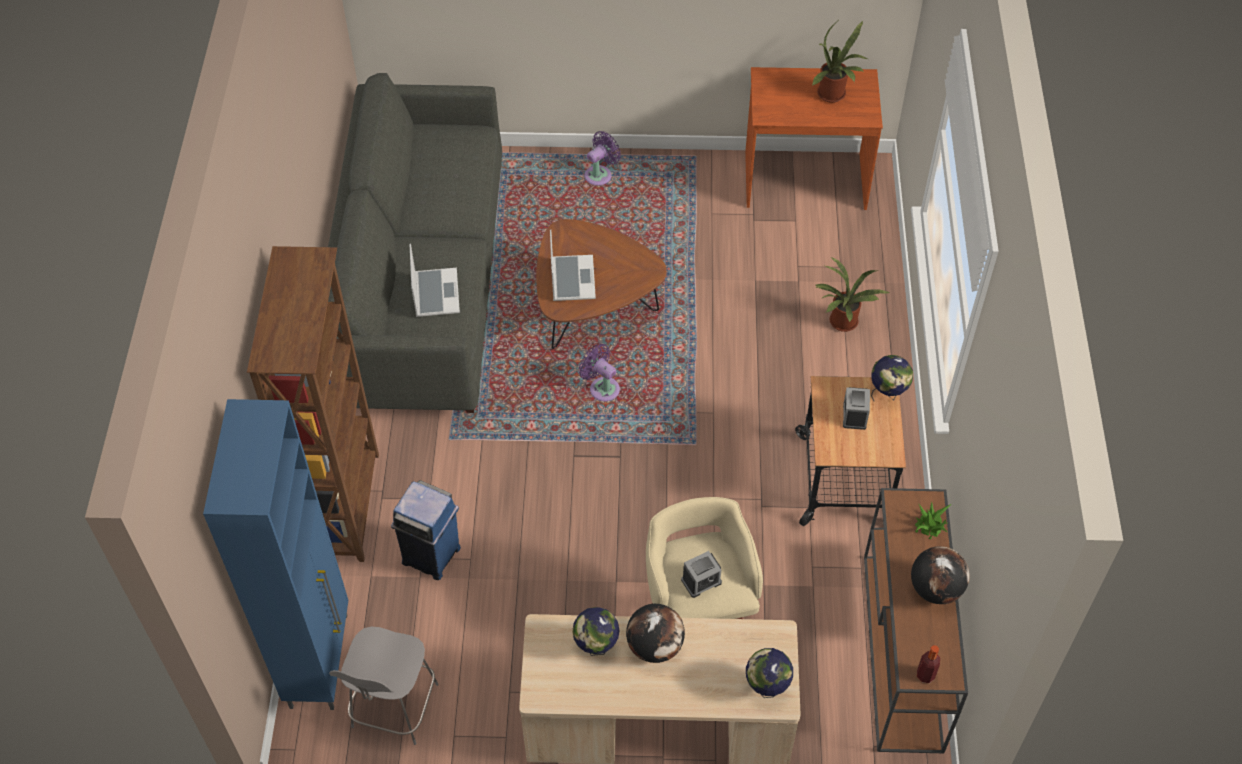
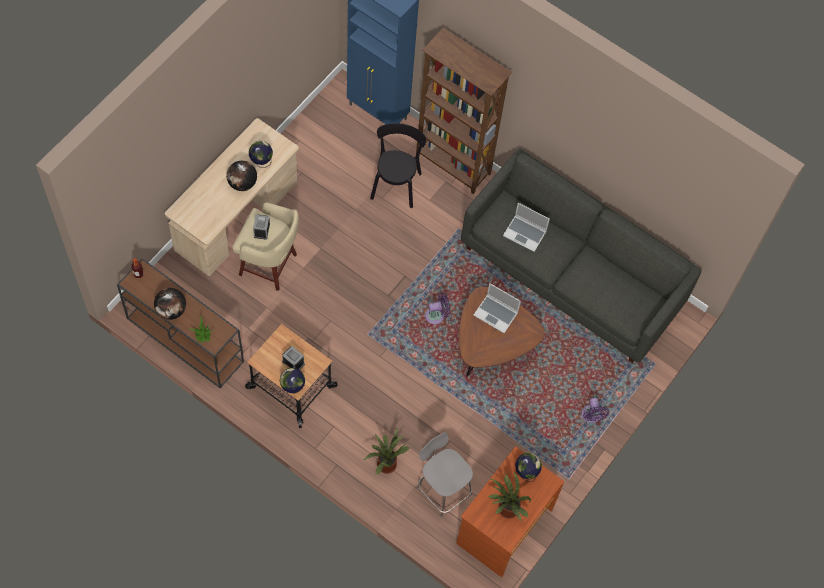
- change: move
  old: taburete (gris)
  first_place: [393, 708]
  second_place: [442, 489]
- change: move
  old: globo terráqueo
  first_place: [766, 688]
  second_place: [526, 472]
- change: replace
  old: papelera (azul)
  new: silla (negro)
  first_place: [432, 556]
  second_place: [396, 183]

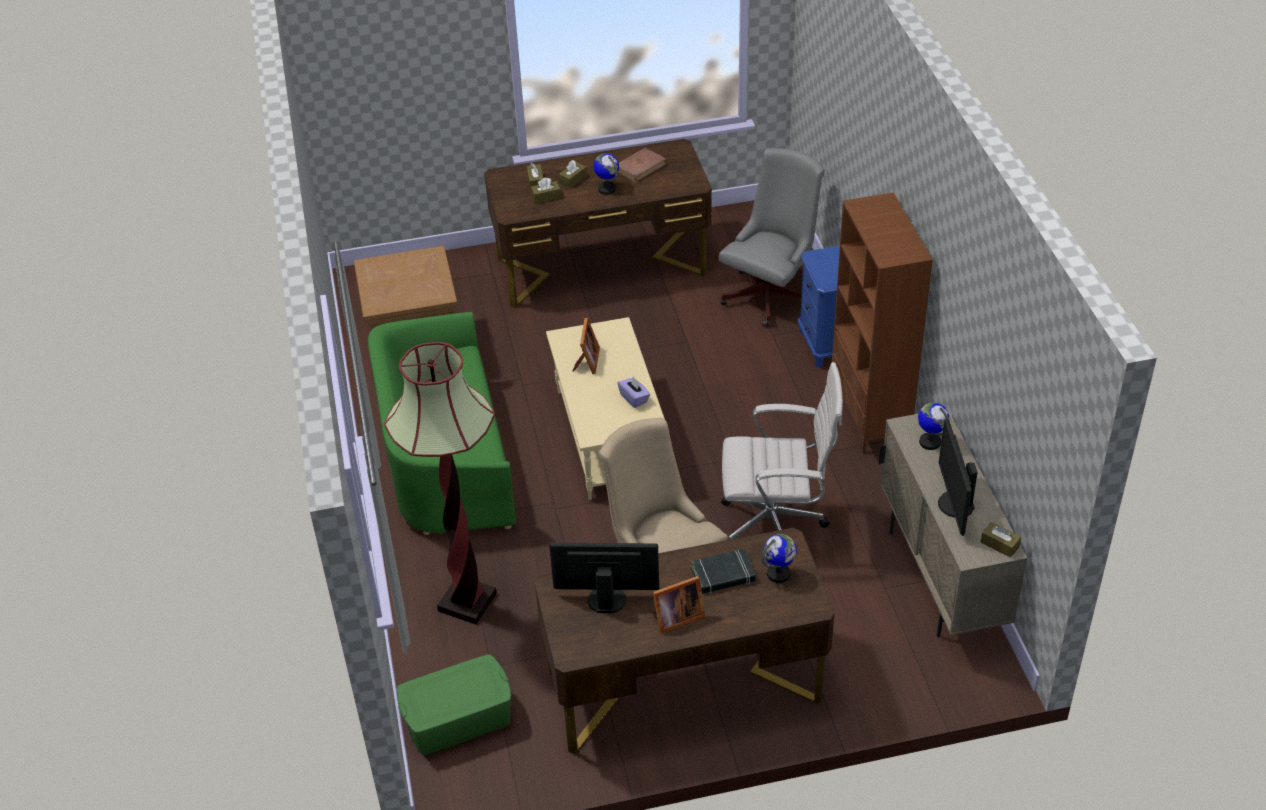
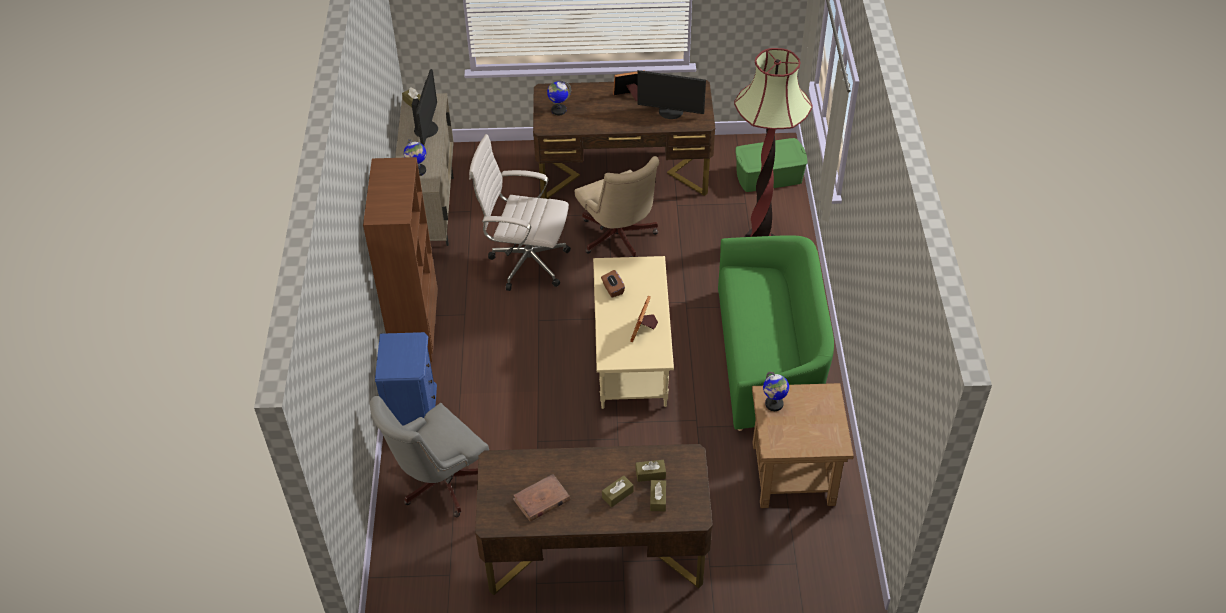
- change: delete
  old: libro (negro)
  first_place: [723, 575]
- change: move
  old: globo terráqueo
  first_place: [607, 189]
  second_place: [774, 404]
- change: recolor
  old: caja de pañuelos (morado)
  new: caja de pañuelos (marrón)
  first_place: [634, 398]
  second_place: [612, 289]

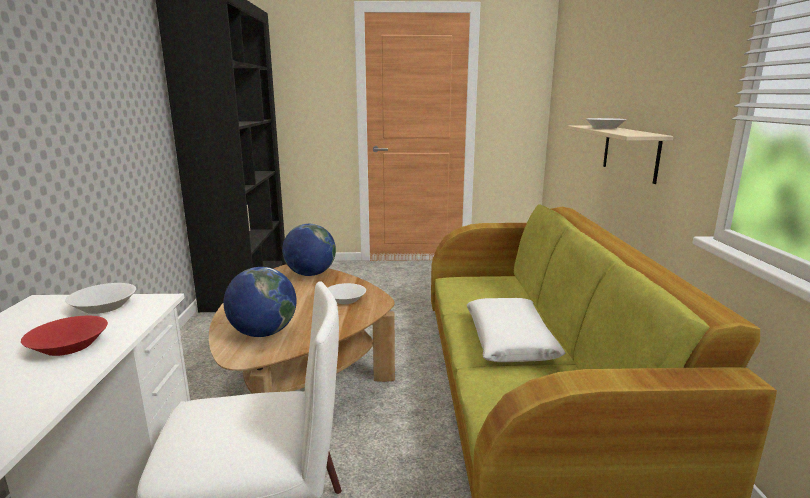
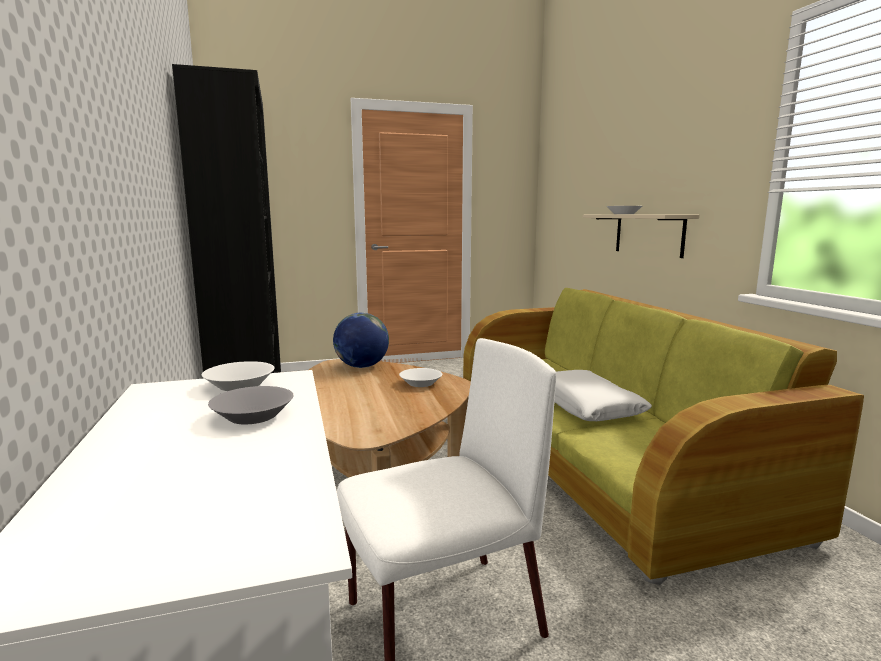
- change: delete
  old: globo terráqueo
  first_place: [263, 333]
- change: recolor
  old: cuenco (rojo)
  new: cuenco (gris)
  first_place: [68, 346]
  second_place: [252, 416]

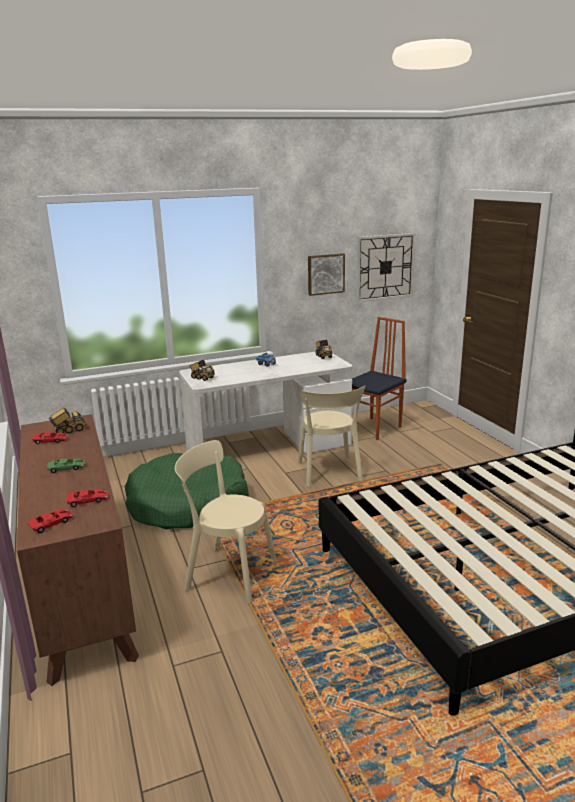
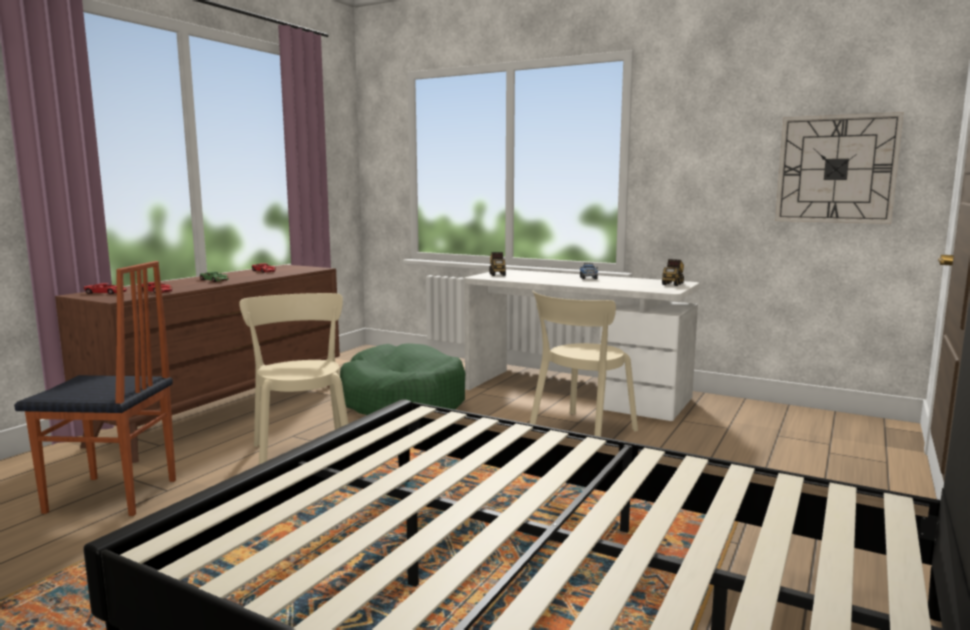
- change: delete
  old: camión de juguete
  first_place: [68, 431]
- change: delete
  old: cuadro
  first_place: [325, 274]
- change: move
  old: silla
  first_place: [375, 429]
  second_place: [112, 497]

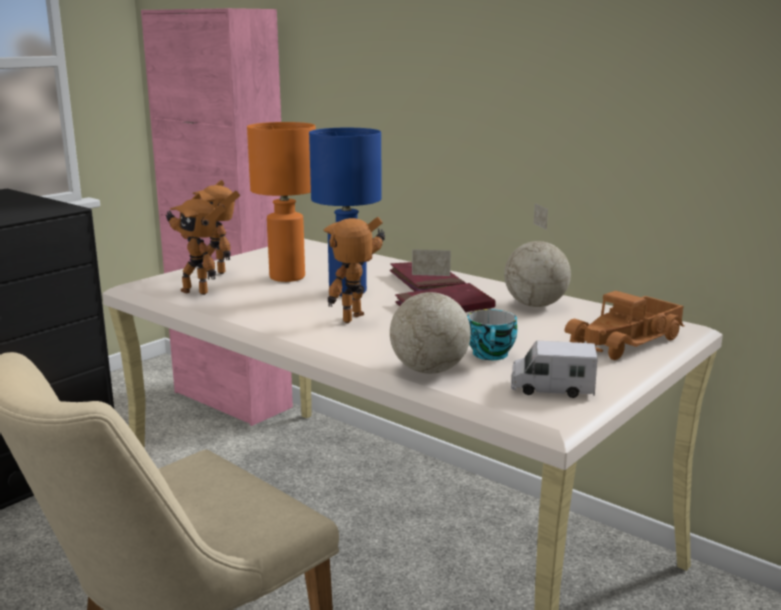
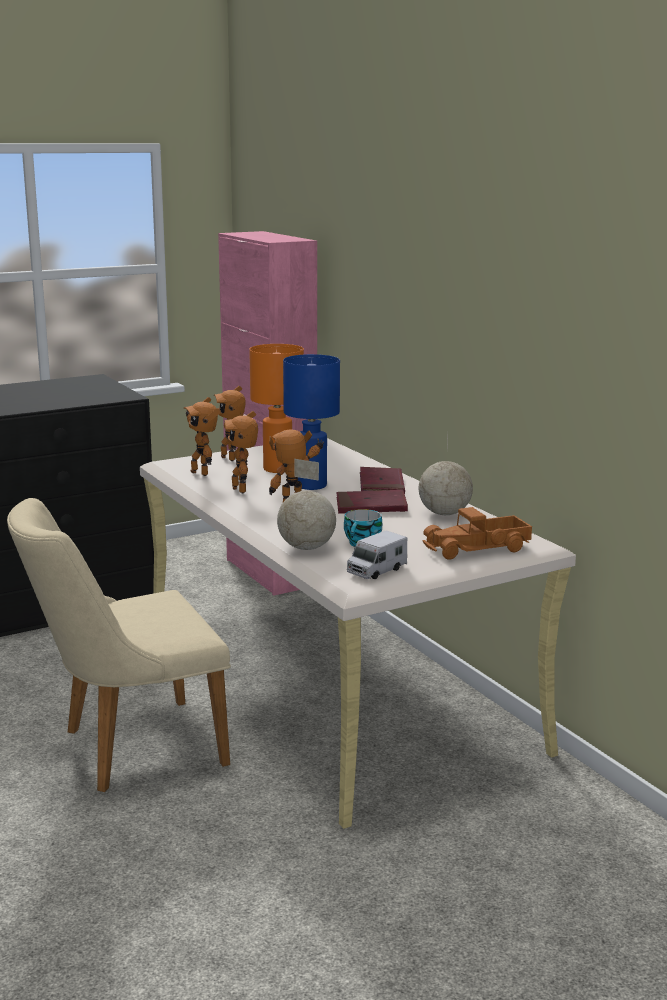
- change: insert
  new: robot de juguete
  second_place: [242, 489]
- change: rotate
  old: camión de juguete
  first_place: [552, 388]
  second_place: [376, 570]
  degrees: -75

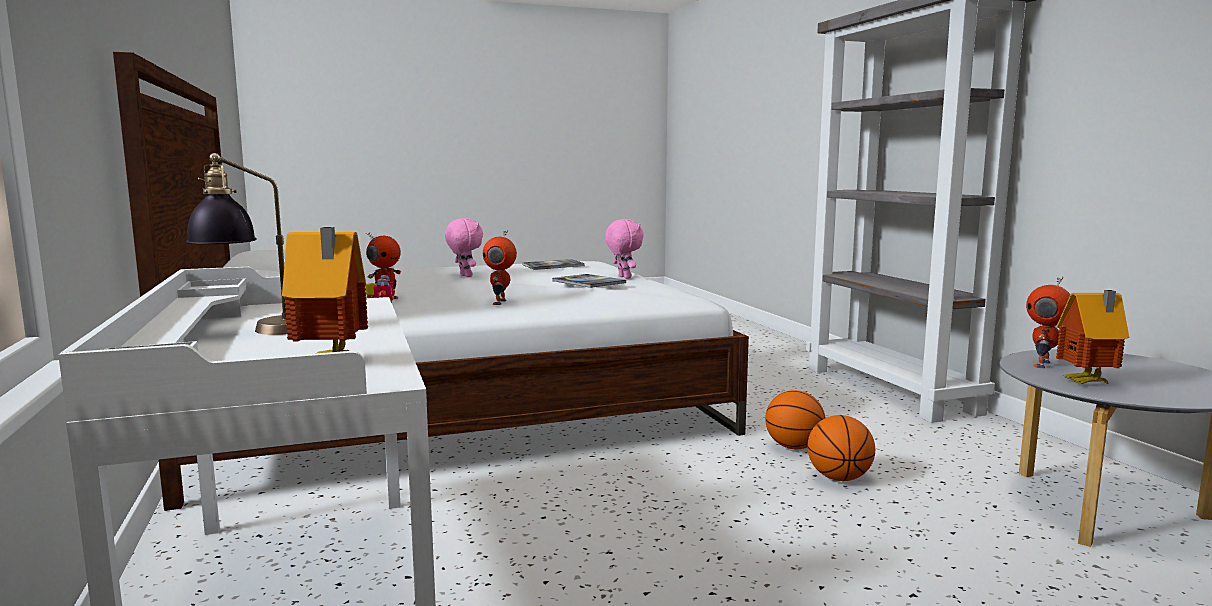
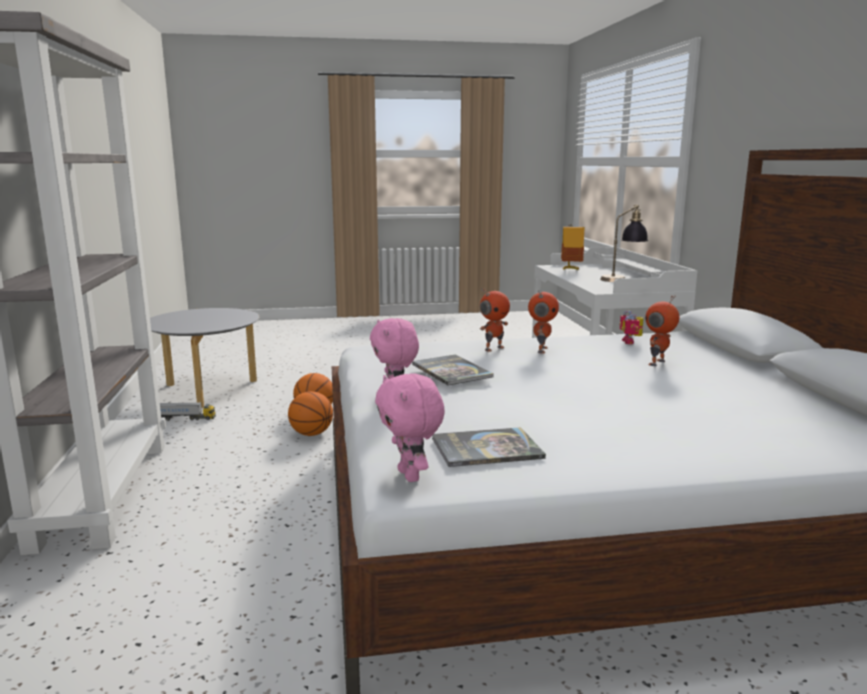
- change: delete
  old: casita
  first_place: [1088, 383]
- change: insert
  new: camión de juguete
  second_place: [184, 418]
- change: move
  old: peluche (rosa)
  first_place: [465, 276]
  second_place: [411, 475]
- change: move
  old: robot de juguete
  first_place: [1044, 365]
  second_place: [493, 348]

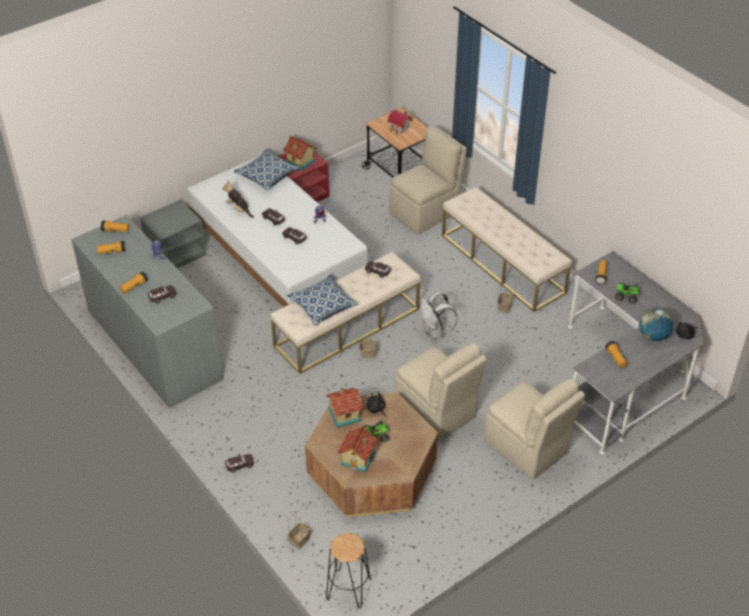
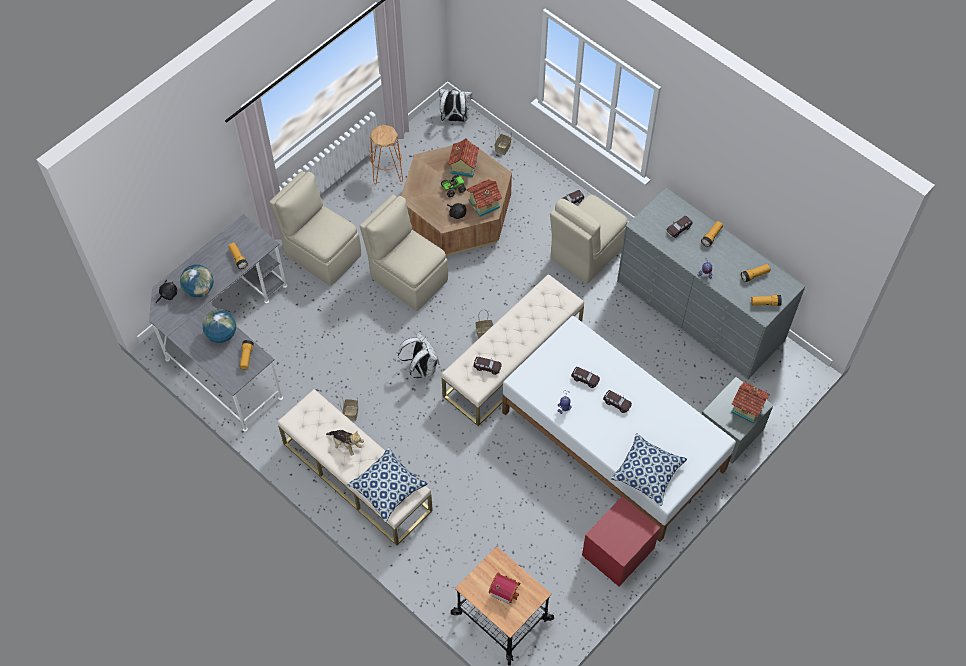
- change: insert
  new: taburete (naranja)
  second_place: [387, 171]
- change: move
  old: peluche
  first_place: [239, 209]
  second_place: [346, 444]
- change: move
  old: casita
  first_place: [300, 162]
  second_place: [747, 407]
- change: move
  old: cojín
  first_place: [323, 306]
  second_place: [387, 488]
- change: move
  old: silla (beis)
  first_place: [426, 212]
  second_place: [586, 253]
- change: replace
  old: taburete (negro)
  new: mochila (blanco)
  first_place: [349, 589]
  second_place: [455, 118]
- change: replace
  old: camión de juguete
  new: globo terráqueo
  first_place: [626, 296]
  second_place: [221, 334]

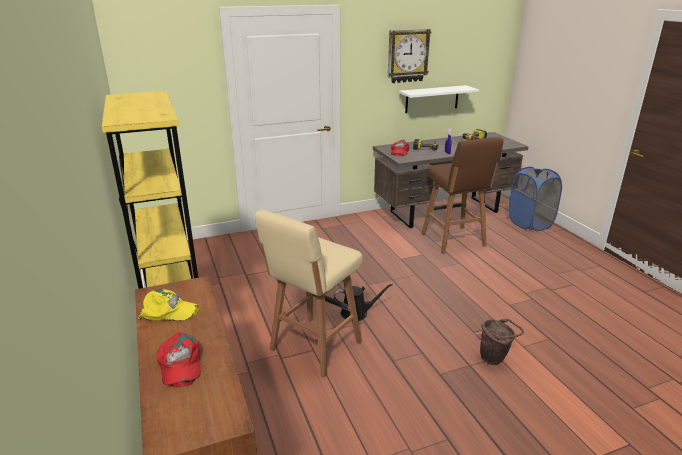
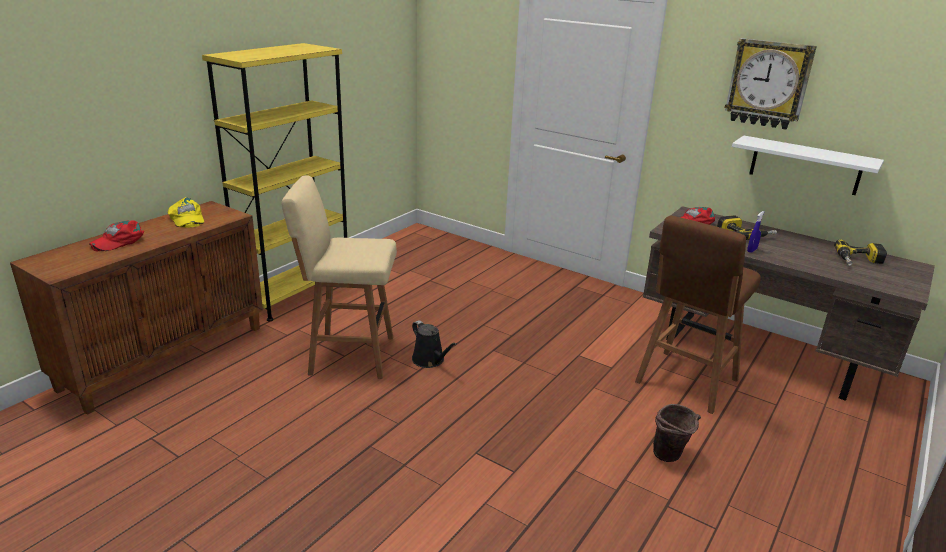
- change: delete
  old: cesto de la ropa (azul)
  first_place: [530, 223]
- change: move
  old: cubo (marrón)
  first_place: [495, 359]
  second_place: [670, 457]

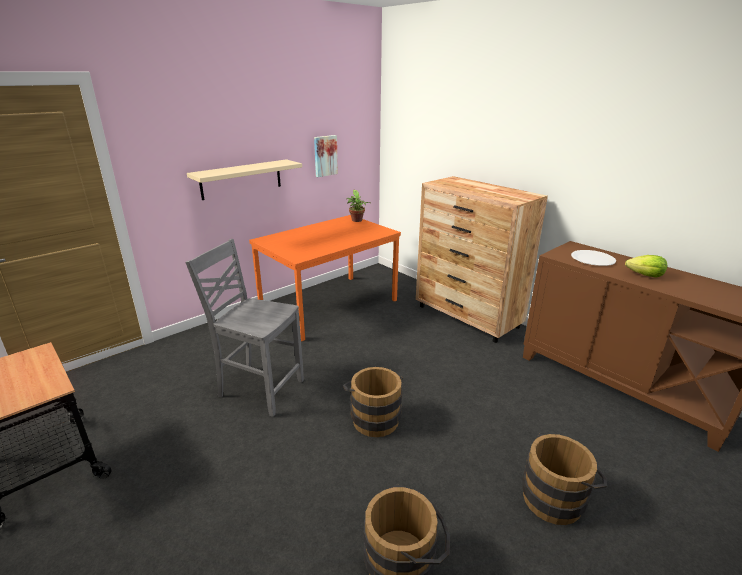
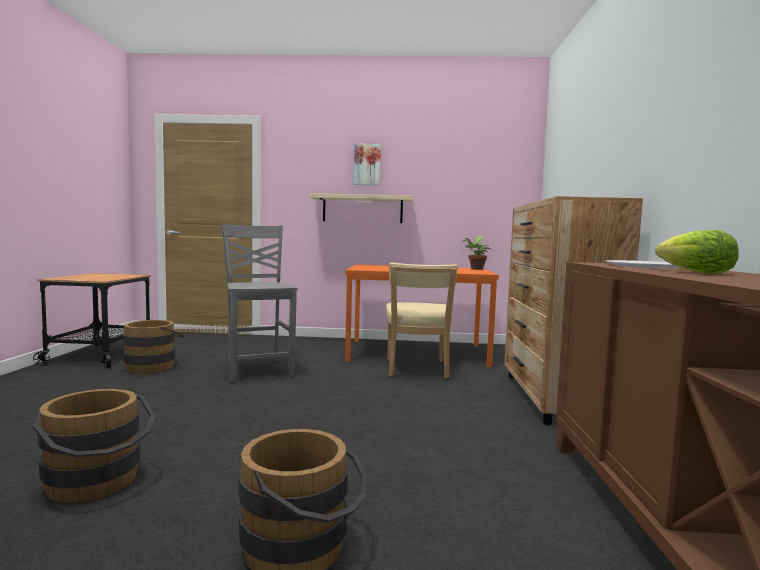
- change: insert
  new: silla (beis)
  second_place: [416, 370]
- change: move
  old: cuadro
  first_place: [325, 155]
  second_place: [367, 165]
- change: move
  old: cubo (marrón)
  first_place: [373, 417]
  second_place: [154, 366]

